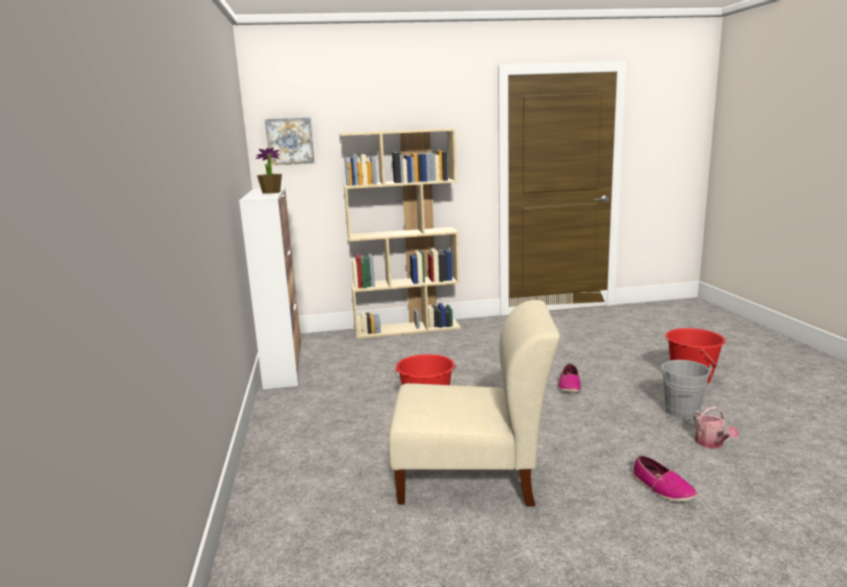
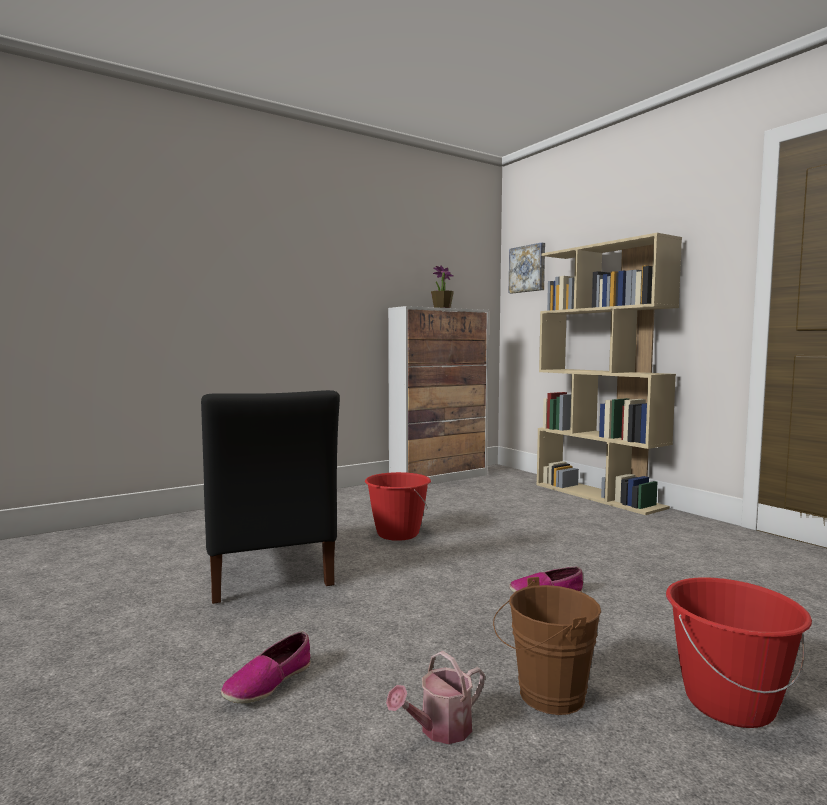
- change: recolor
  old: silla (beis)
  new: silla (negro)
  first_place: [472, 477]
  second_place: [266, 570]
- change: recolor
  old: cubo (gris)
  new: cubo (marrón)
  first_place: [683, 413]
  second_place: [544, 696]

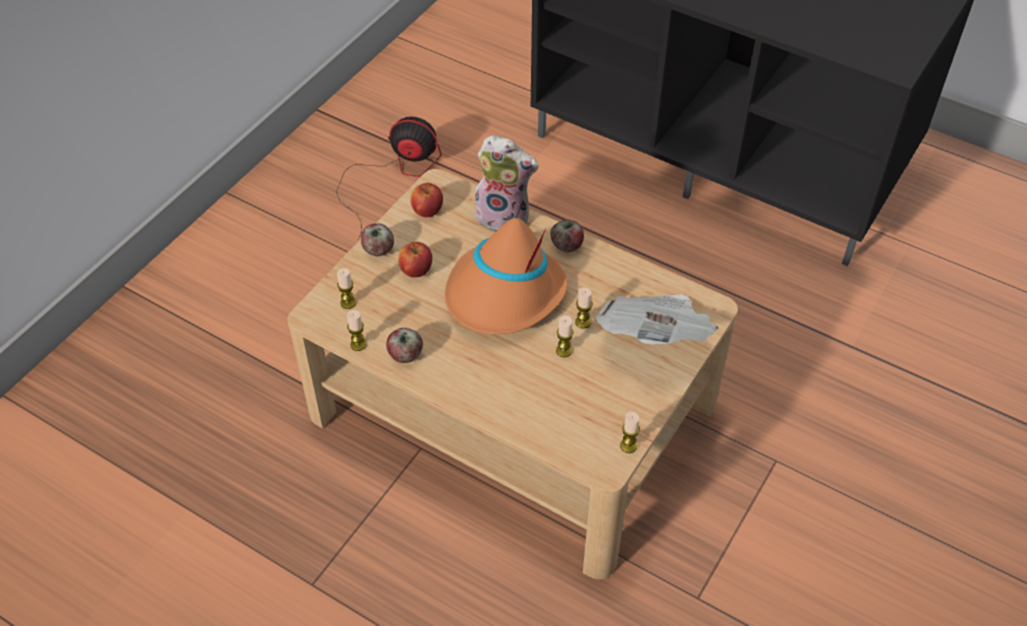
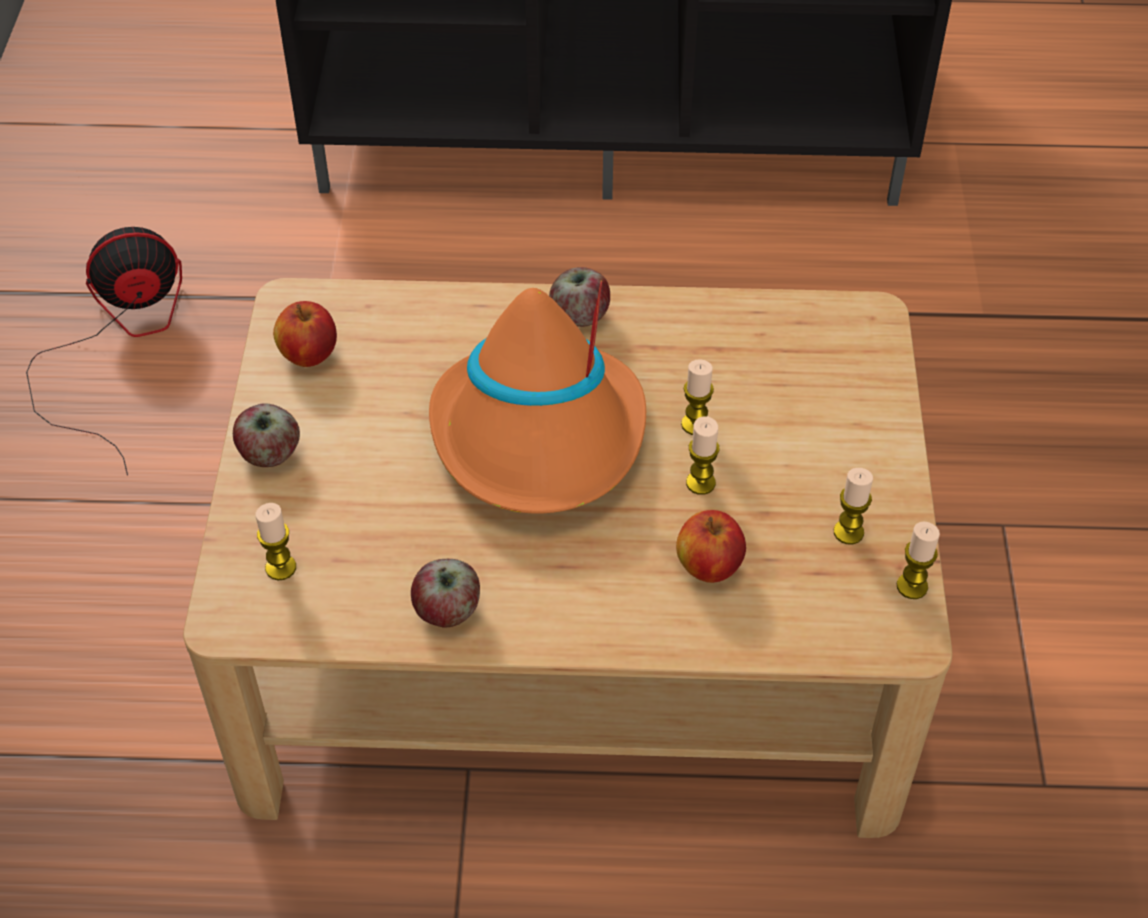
- change: delete
  old: peluche
  first_place: [505, 216]
- change: delete
  old: periódico
  first_place: [655, 338]
- change: move
  old: vela
  first_place: [358, 344]
  second_place: [848, 532]
- change: move
  old: manzana
  first_place: [416, 270]
  second_place: [709, 566]

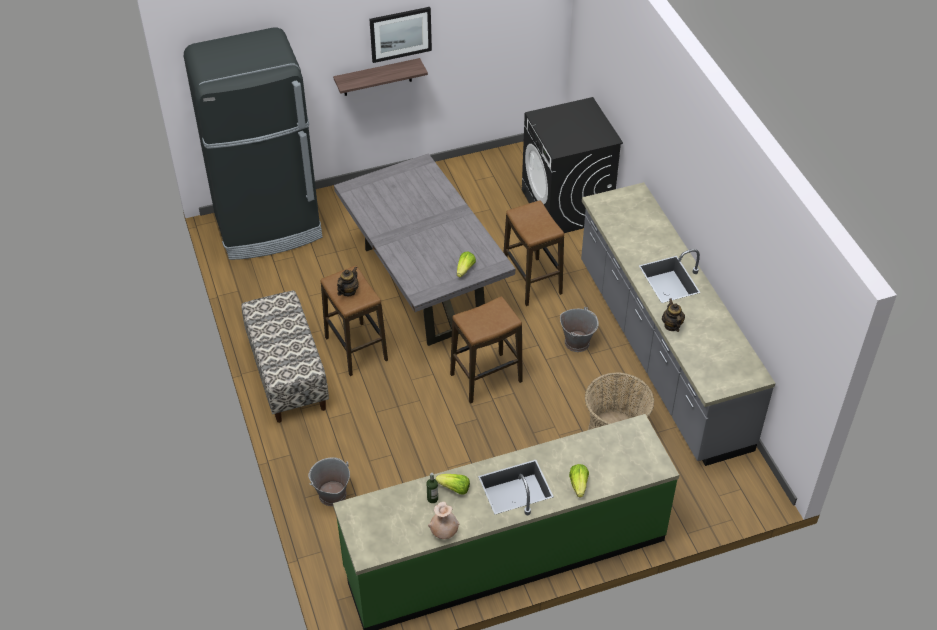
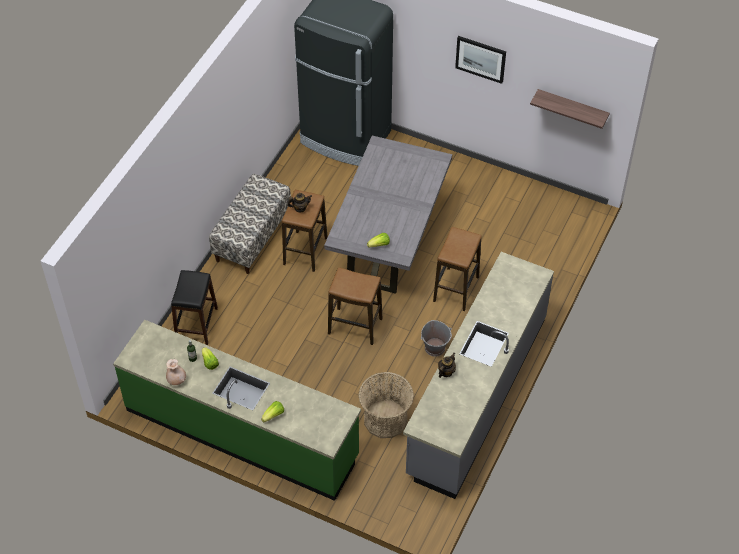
- change: delete
  old: lavadora (negro)
  first_place: [566, 205]
- change: move
  old: estante
  first_place: [377, 77]
  second_place: [572, 108]
- change: replace
  old: cubo (gris)
  new: taburete (negro)
  first_place: [332, 494]
  second_place: [196, 324]

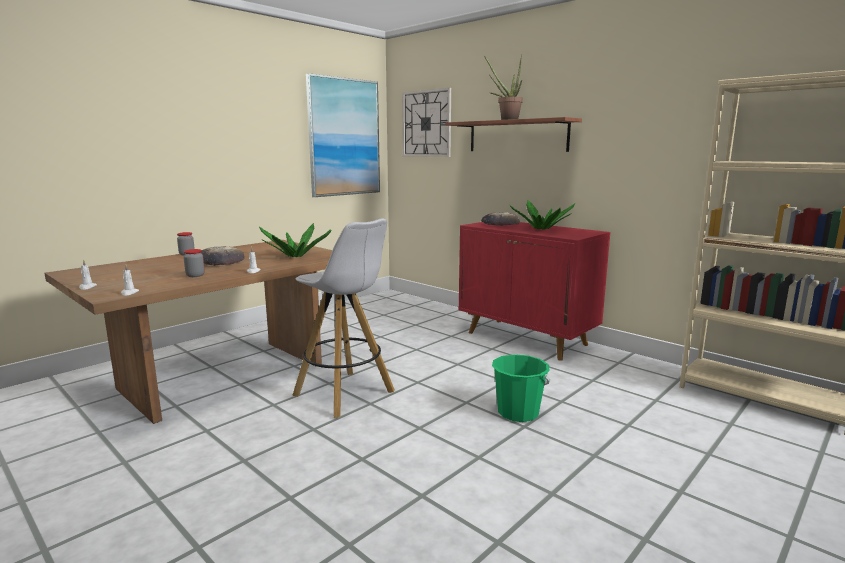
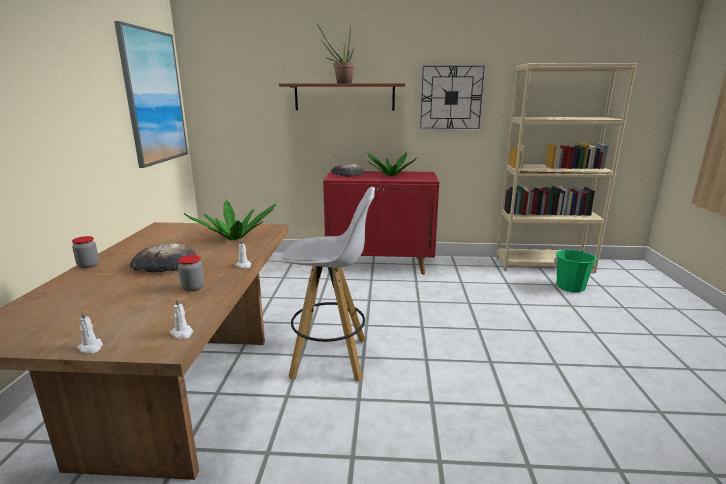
- change: move
  old: reloj de pared
  first_place: [426, 124]
  second_place: [451, 97]
- change: move
  old: cubo (verde)
  first_place: [518, 412]
  second_place: [570, 287]

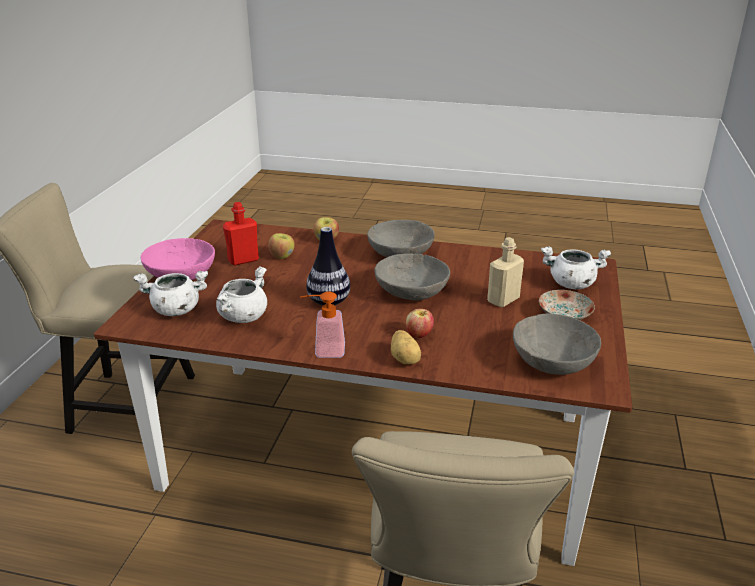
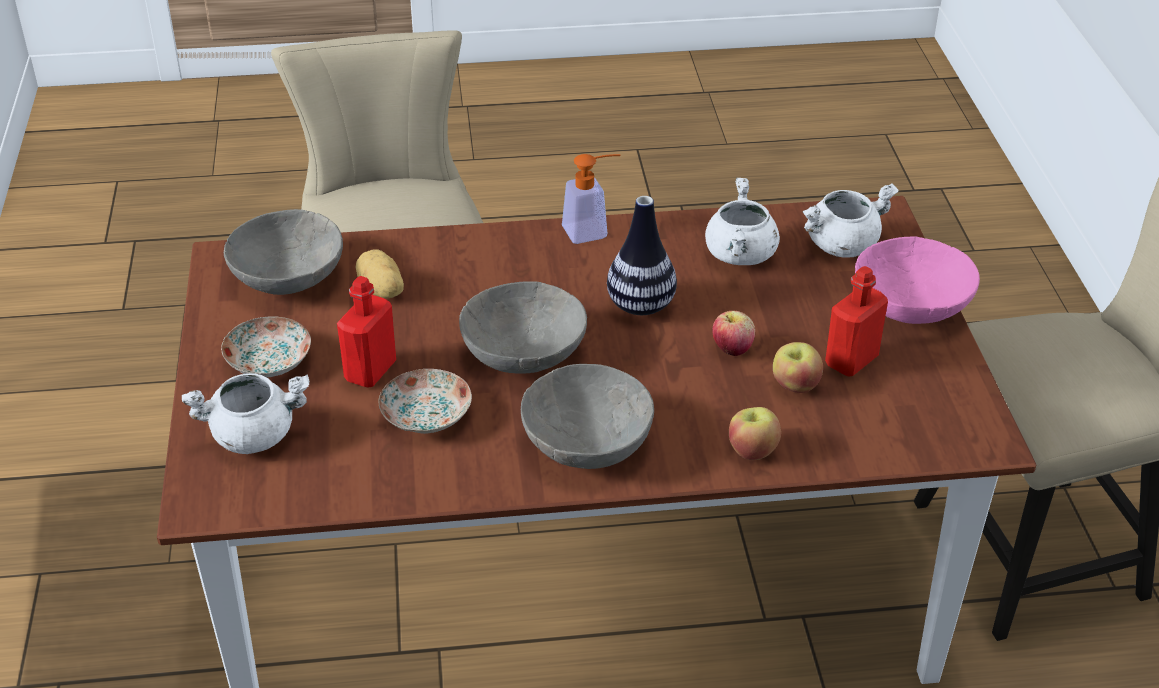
- change: insert
  new: plato
  second_place: [426, 415]
- change: move
  old: patata
  first_place: [405, 359]
  second_place: [381, 291]
- change: move
  old: manzana
  first_place: [419, 335]
  second_place: [732, 349]
- change: recolor
  old: botella (beis)
  new: botella (rojo)
  first_place: [503, 300]
  second_place: [370, 371]

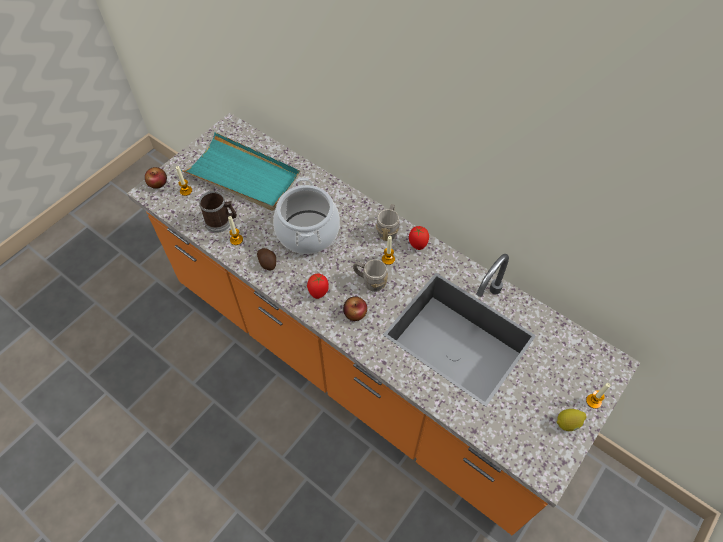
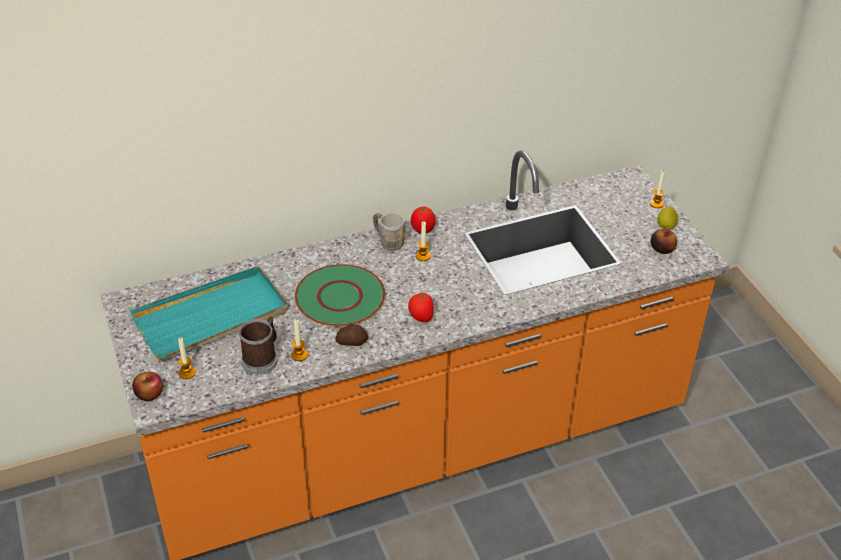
- change: delete
  old: taza grande (gris)
  first_place: [370, 281]
- change: move
  old: manzana
  first_place: [355, 313]
  second_place: [662, 249]
- change: replace
  old: olla
  new: plato (verde)
  first_place: [307, 232]
  second_place: [339, 297]

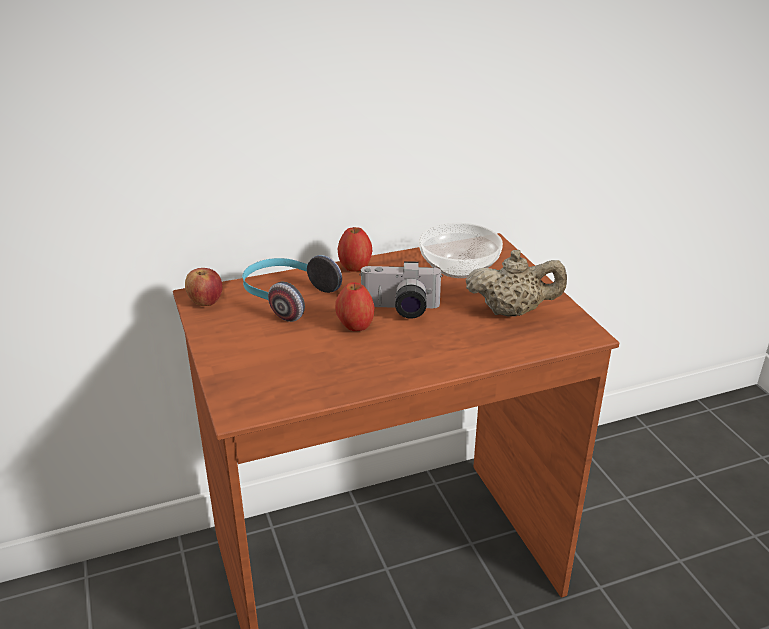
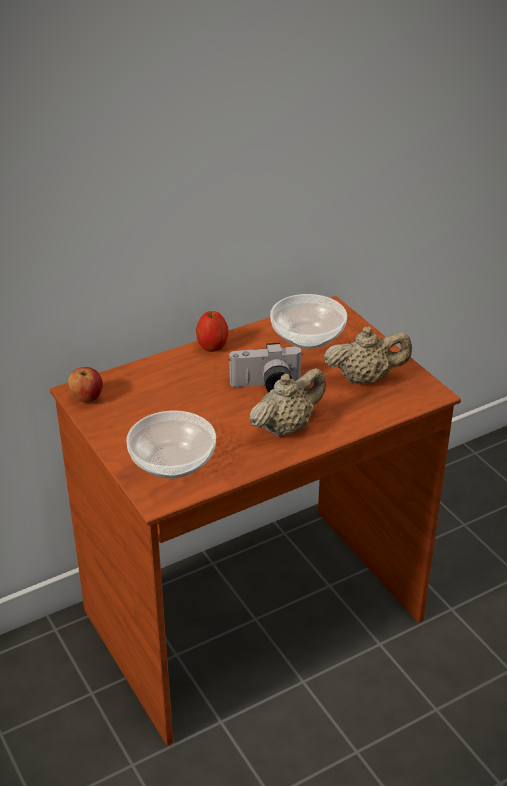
- change: delete
  old: auriculares
  first_place: [287, 298]
- change: delete
  old: manzana
  first_place: [355, 326]
- change: insert
  new: cuenco
  second_place: [171, 462]
- change: insert
  new: tetera (beis)
  second_place: [286, 427]

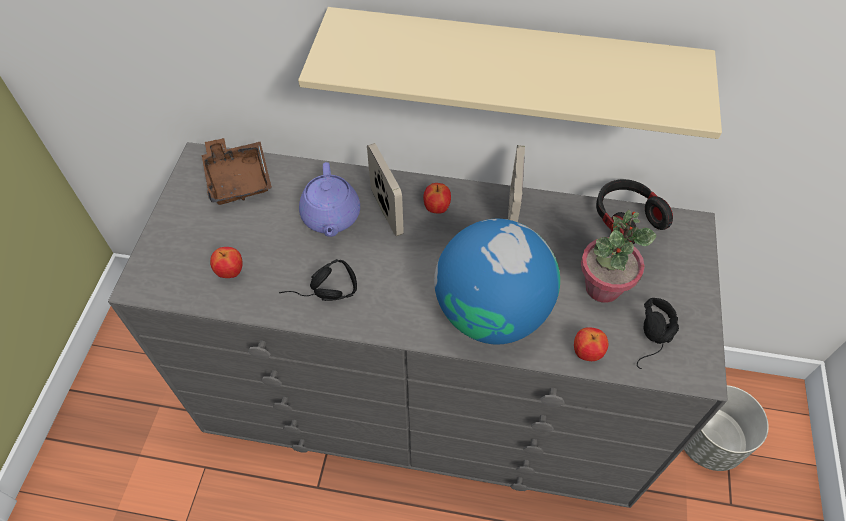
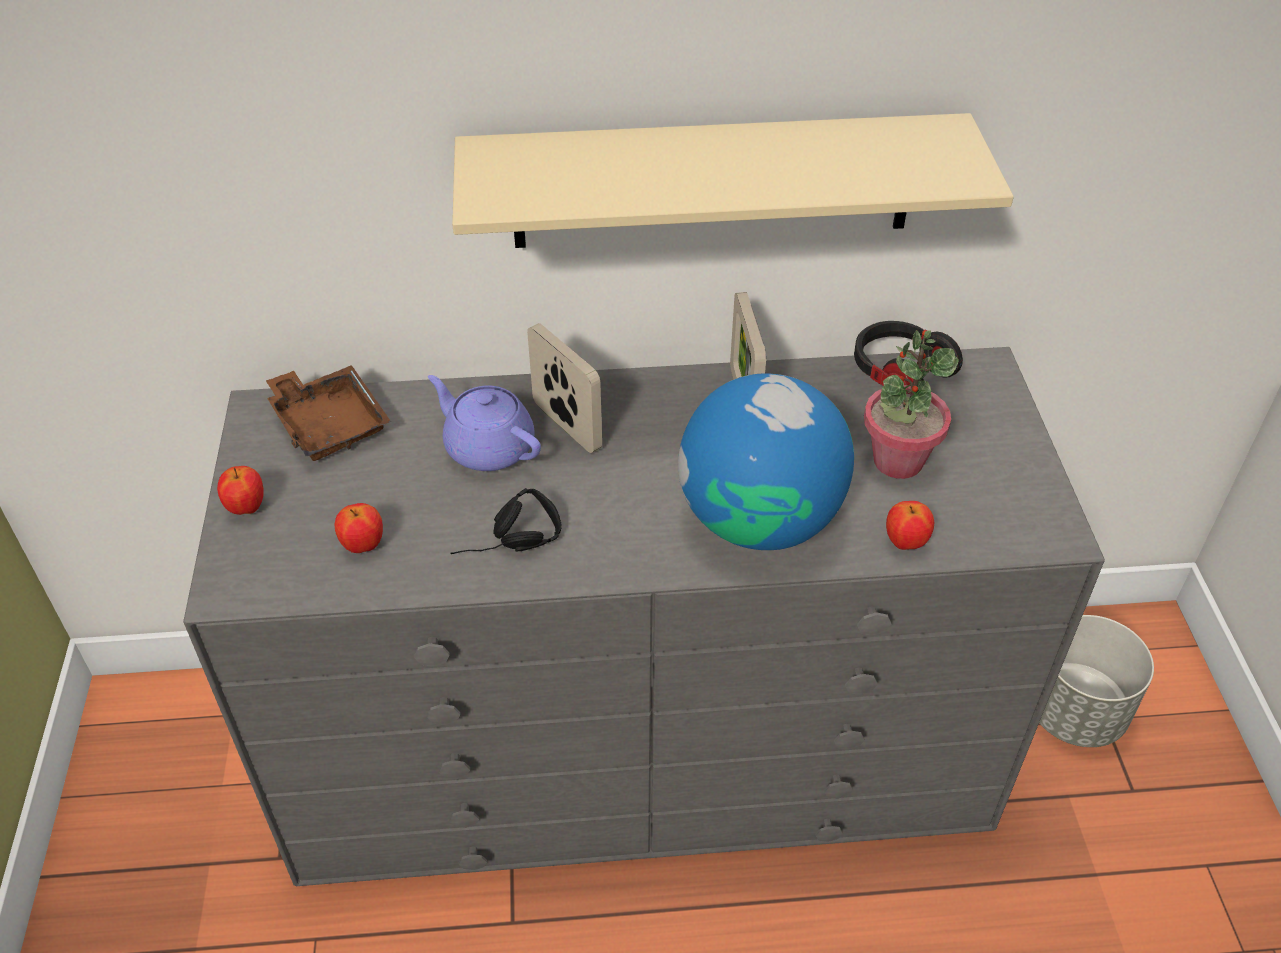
- change: delete
  old: auriculares (negro)
  first_place: [656, 342]
- change: move
  old: manzana
  first_place: [436, 208]
  second_place: [246, 508]
- change: rotate
  old: tetera (morado)
  first_place: [331, 217]
  second_place: [488, 447]
  degrees: 150

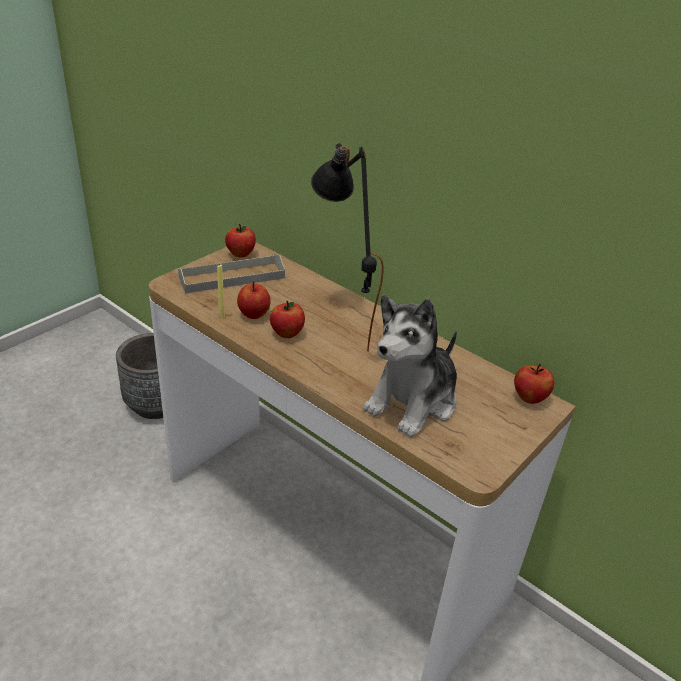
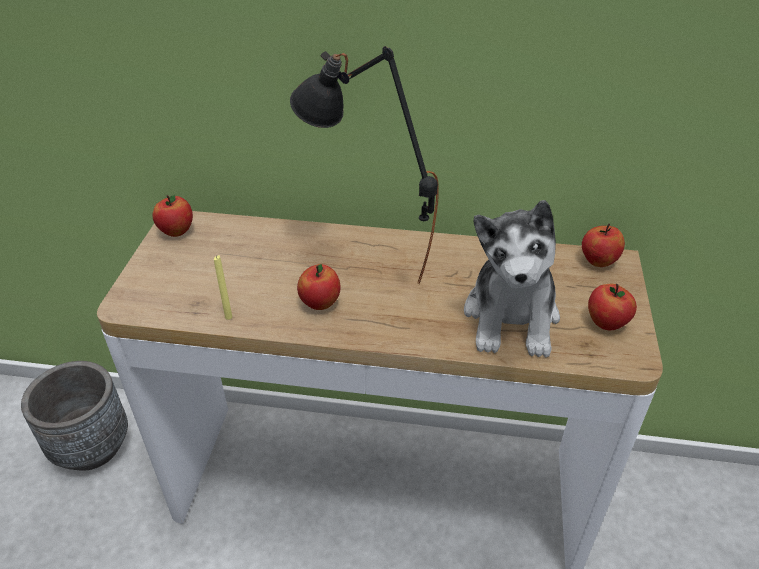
- change: delete
  old: bandeja (gris)
  first_place: [232, 277]
- change: move
  old: manzana
  first_place: [254, 314]
  second_place: [606, 323]

